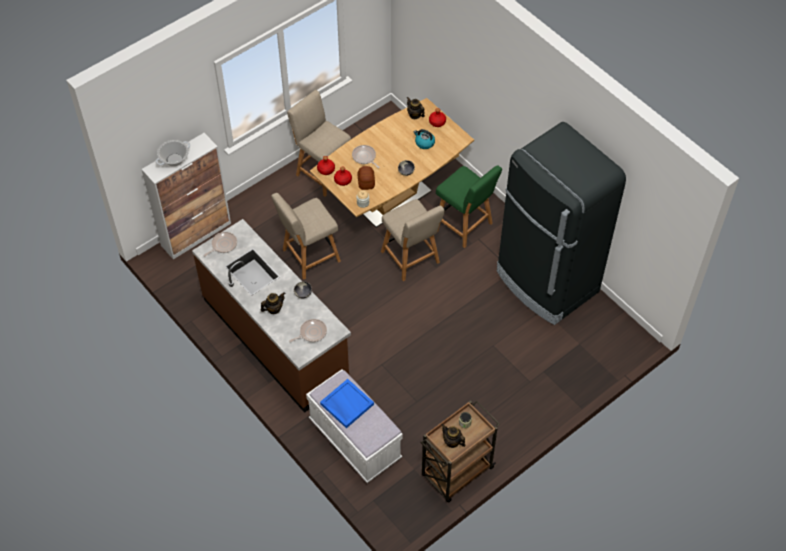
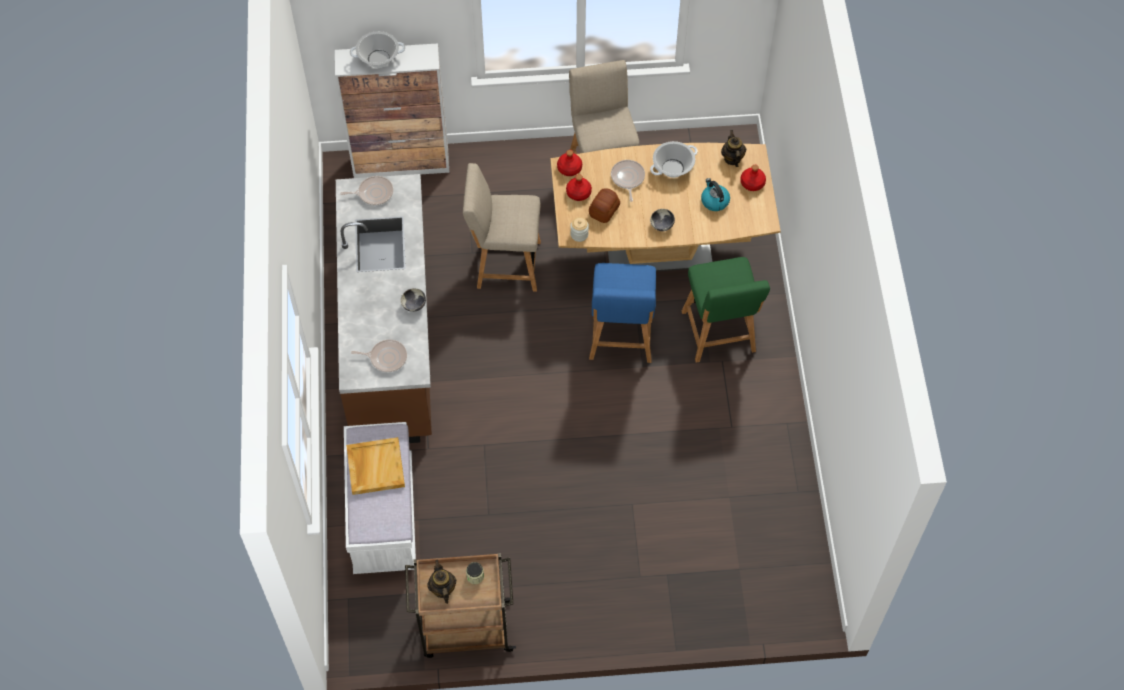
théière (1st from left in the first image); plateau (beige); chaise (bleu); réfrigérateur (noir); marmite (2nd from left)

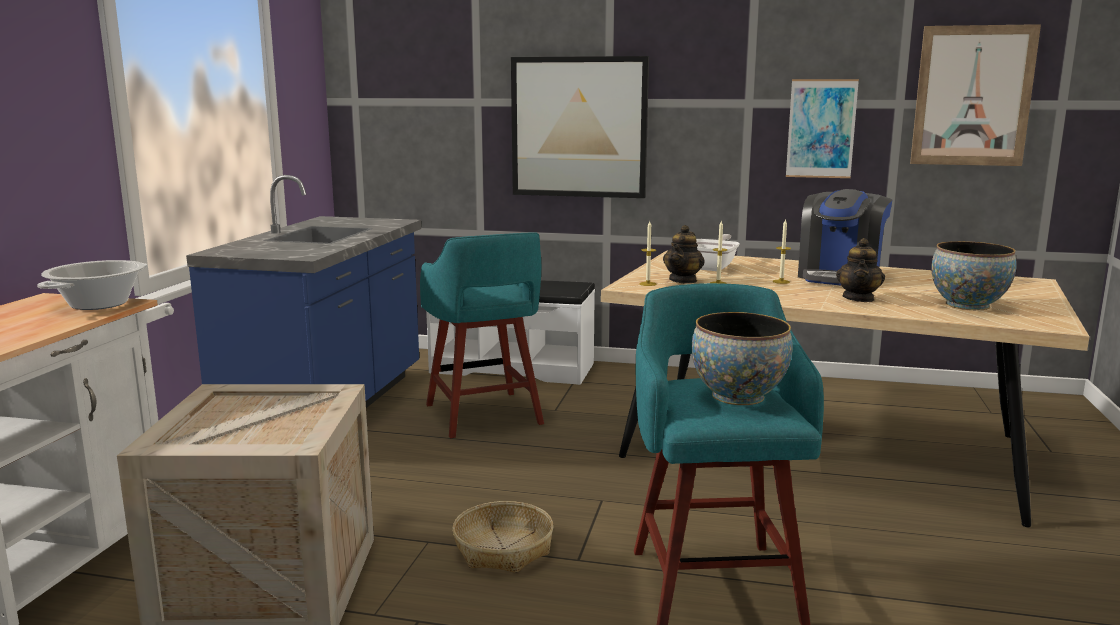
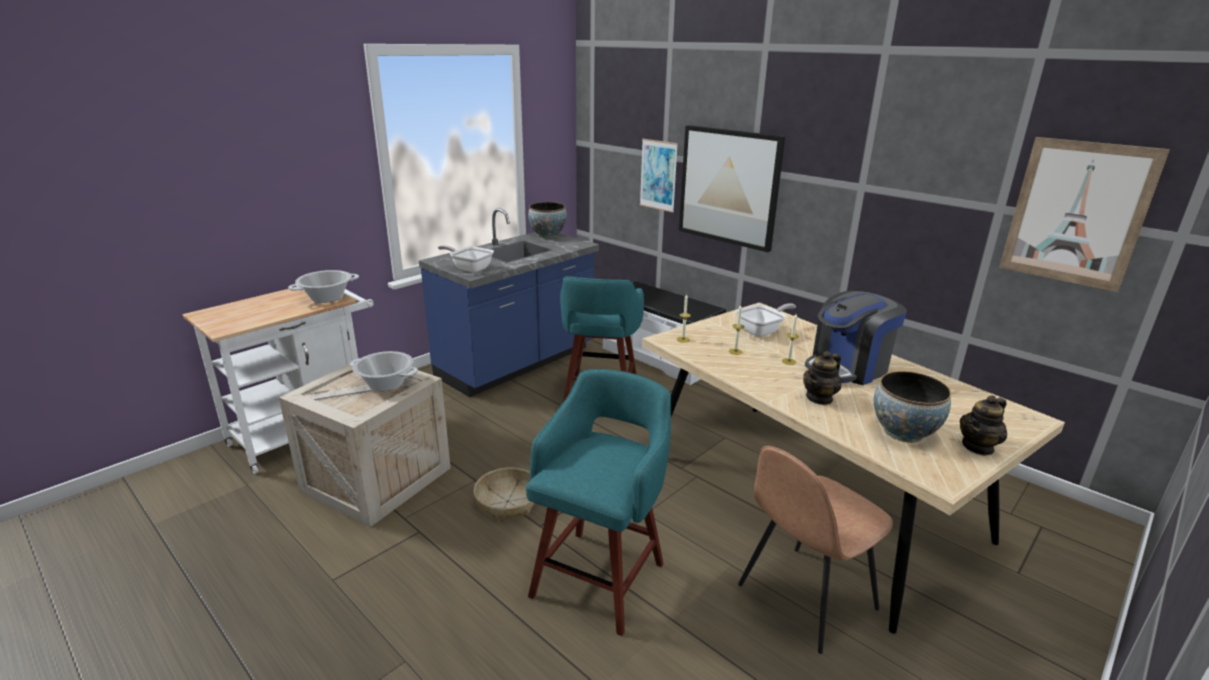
théière (2nd from left); bol (1st from left); tableau (1st from left); marmite (2nd from left); poêle (1st from left); chaise (marron)

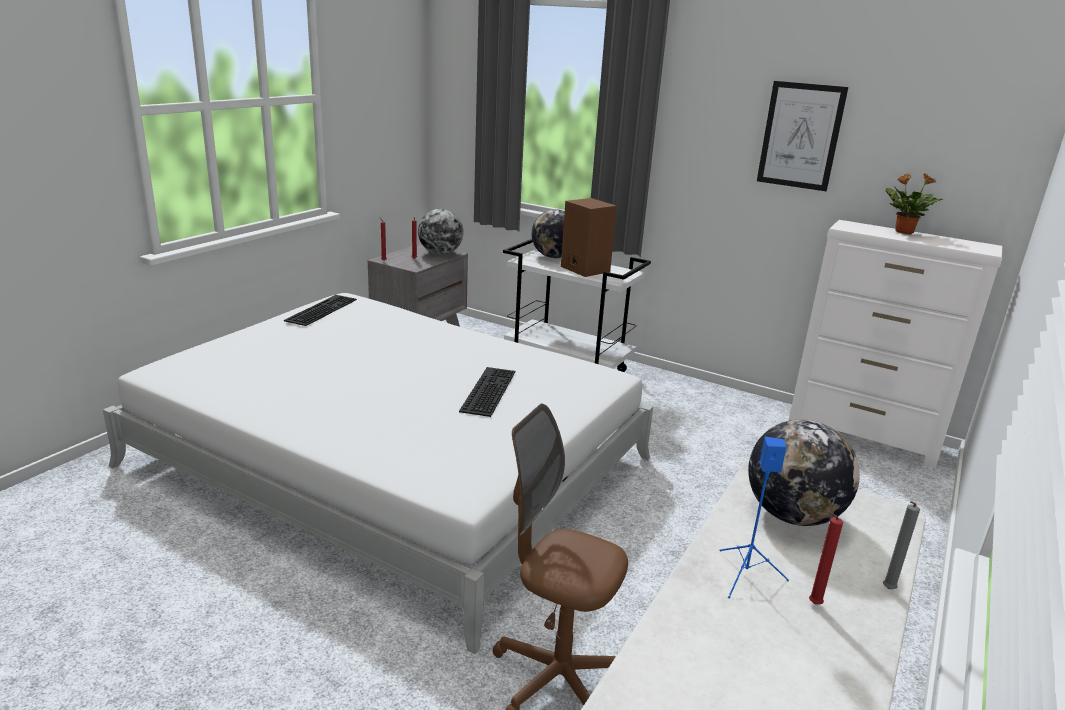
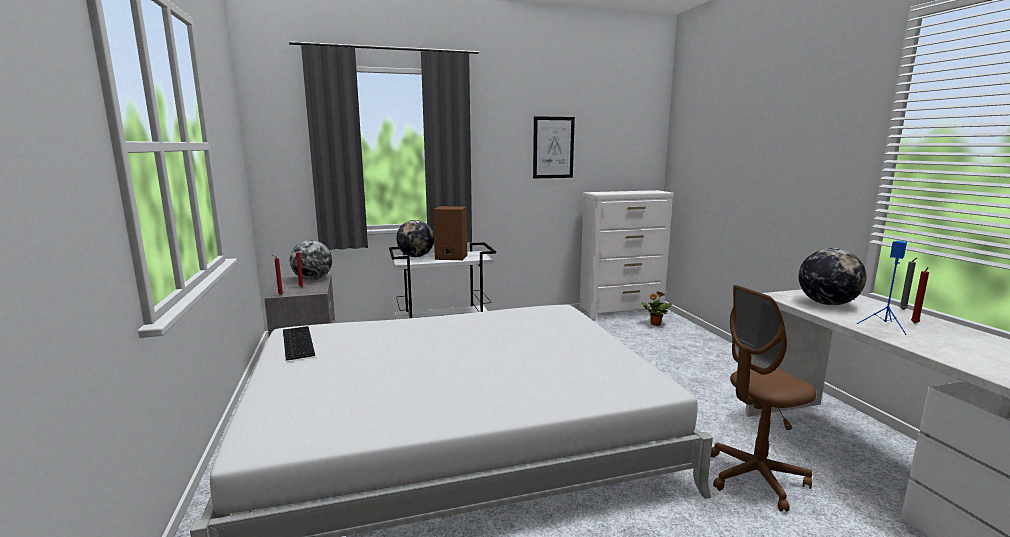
clavier (2nd from left in the first image); plante en pot

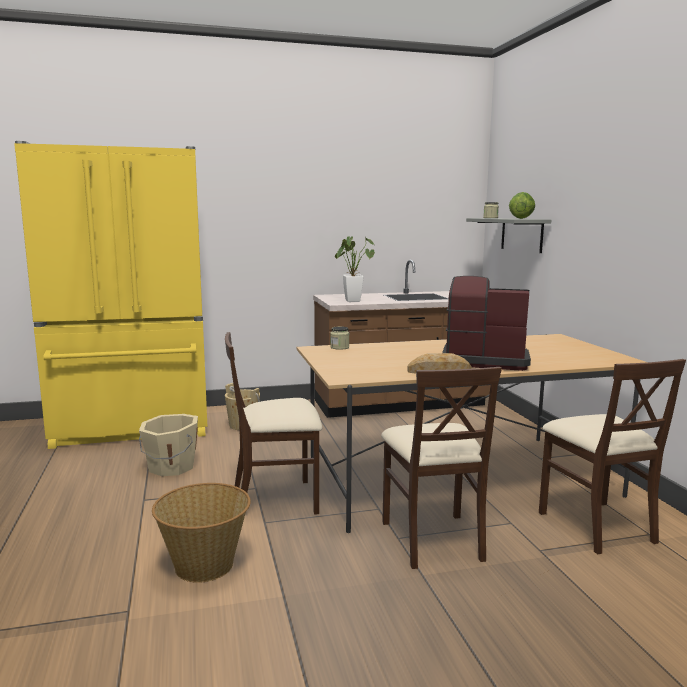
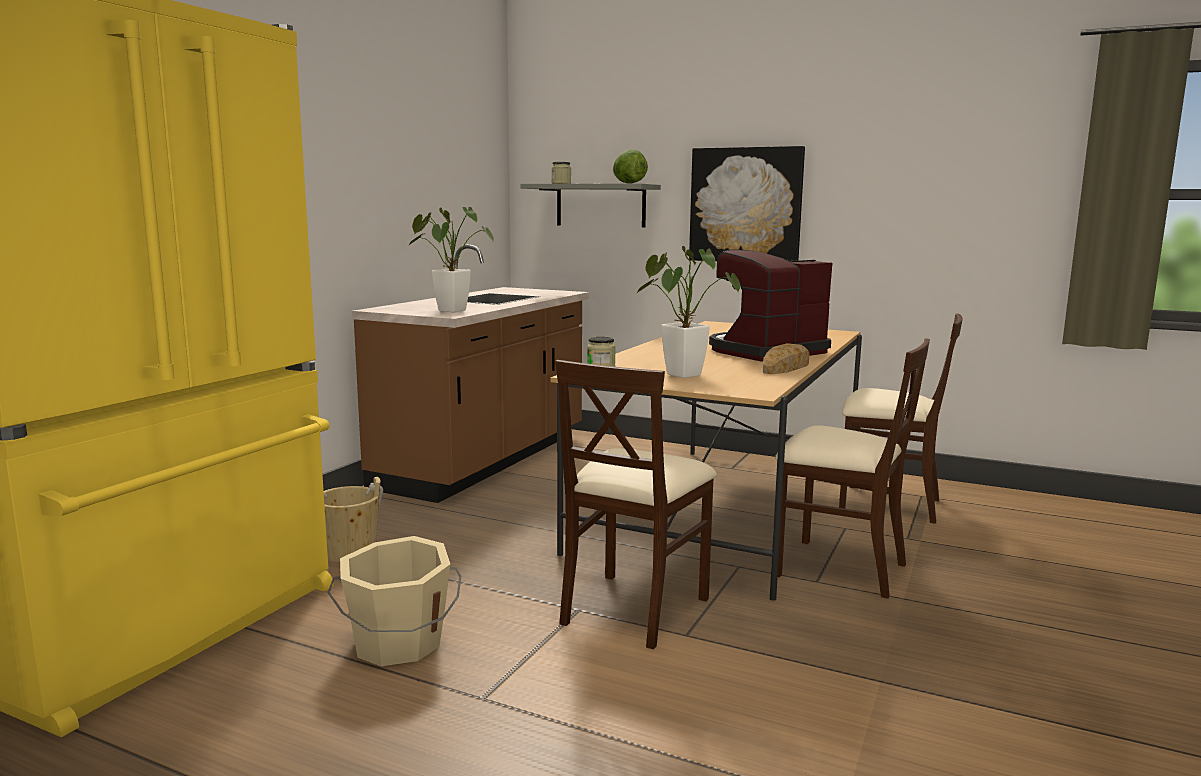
panier; plante en pot (2nd from left); tableau

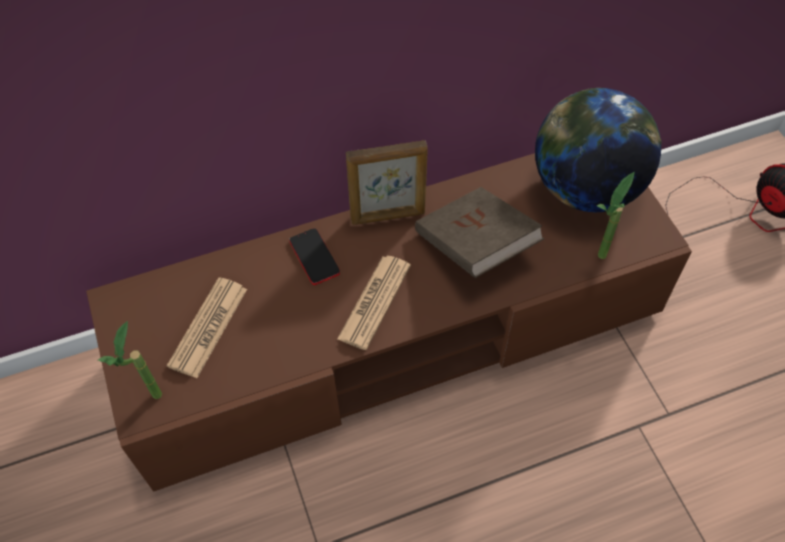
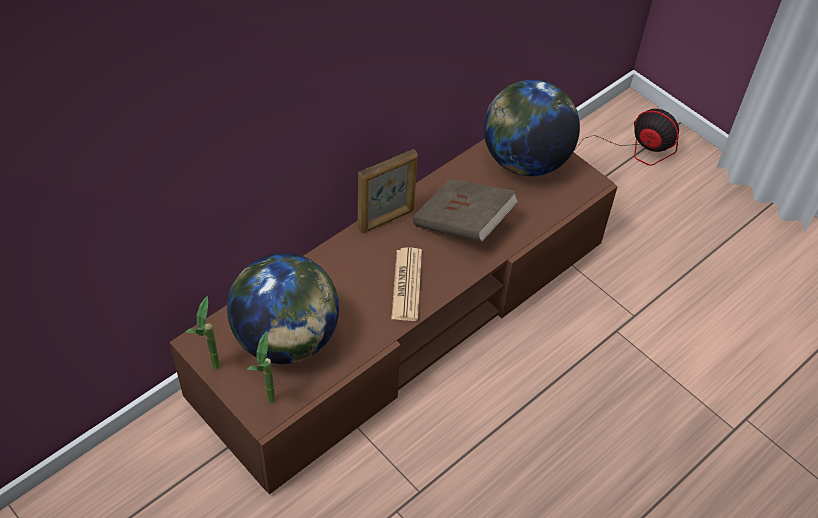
globe (1st from left); téléphone; plante en pot (1st from left)

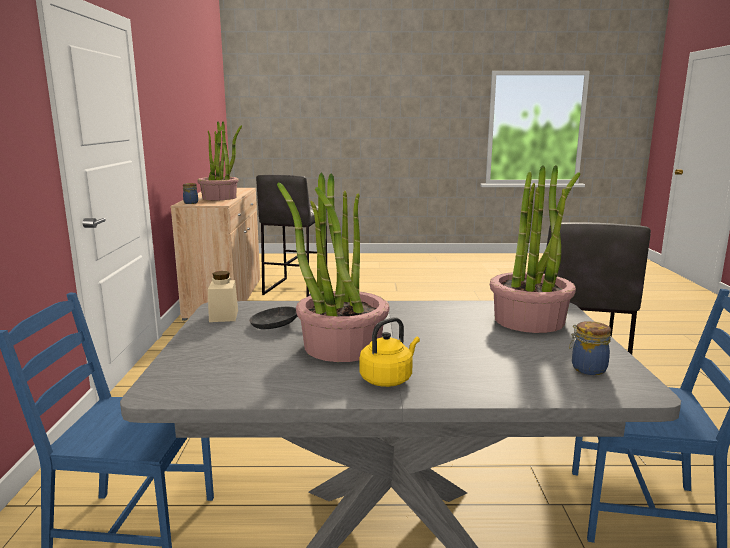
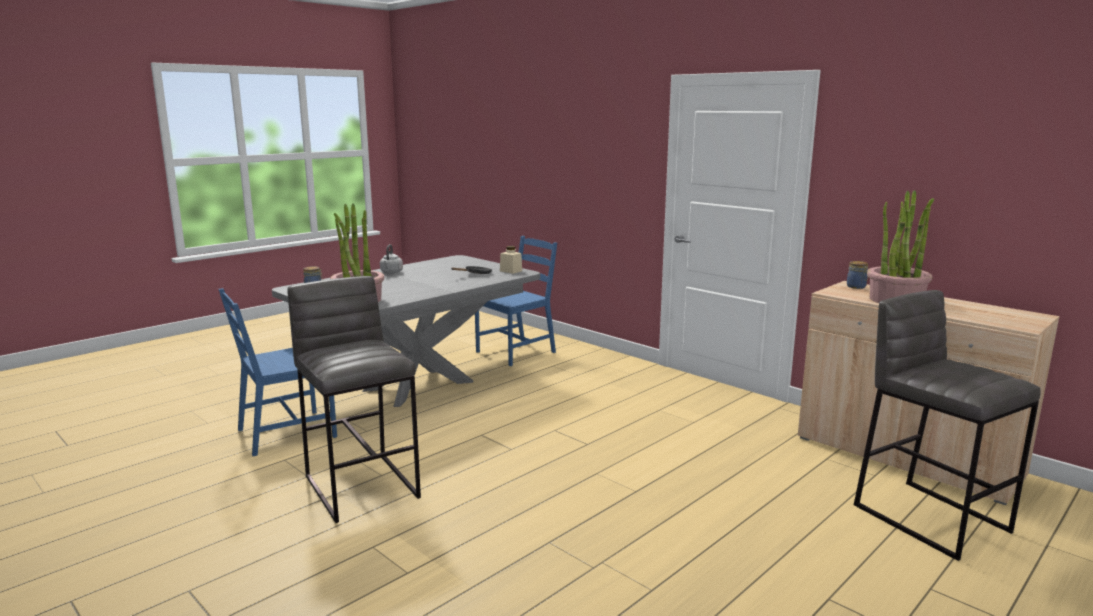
plante en pot (2nd from left in the first image); bouilloire (gris)

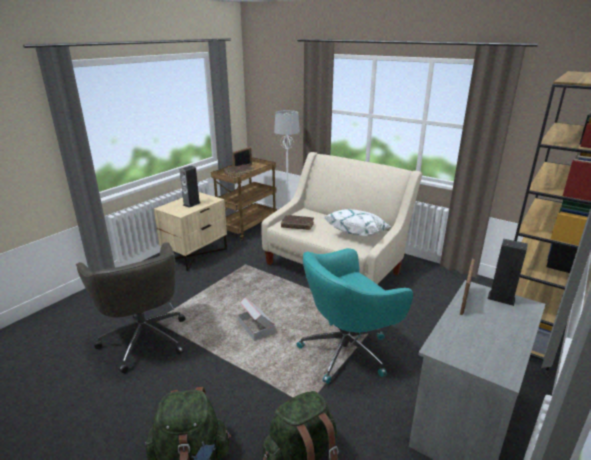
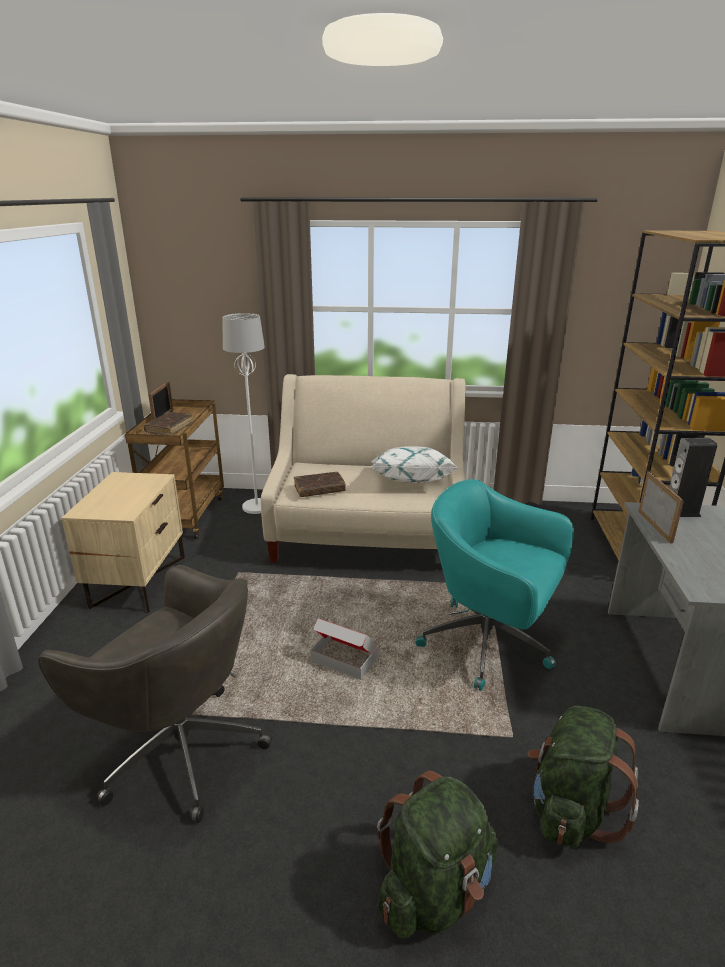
enceinte (1st from left in the first image); chaise de bureau (turquoise)

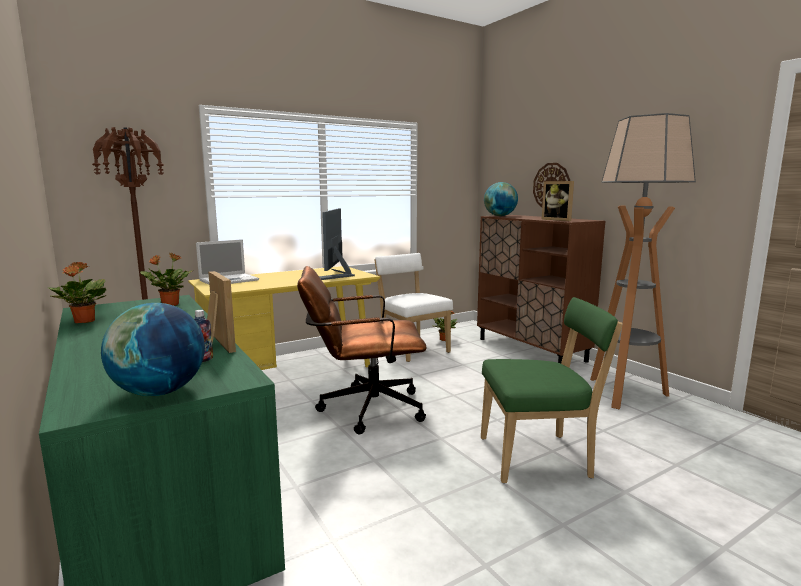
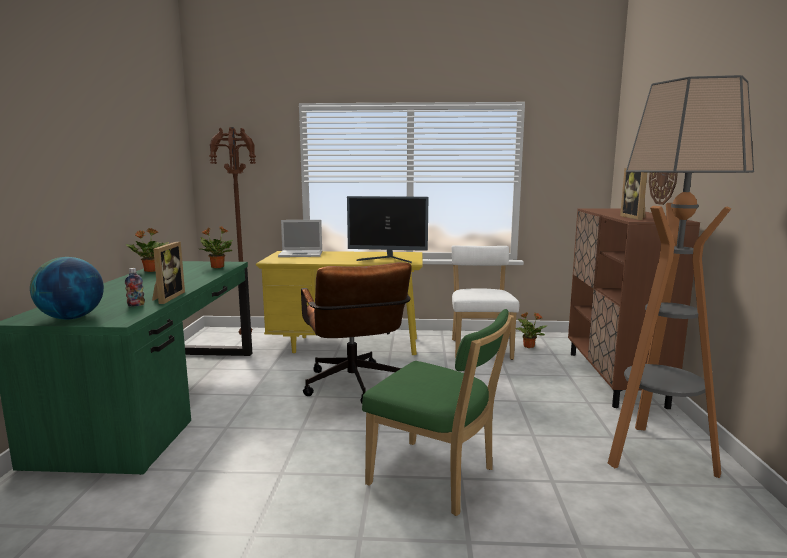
chaise de bureau (marron); écran d'ordinateur; globe (2nd from left in the first image)

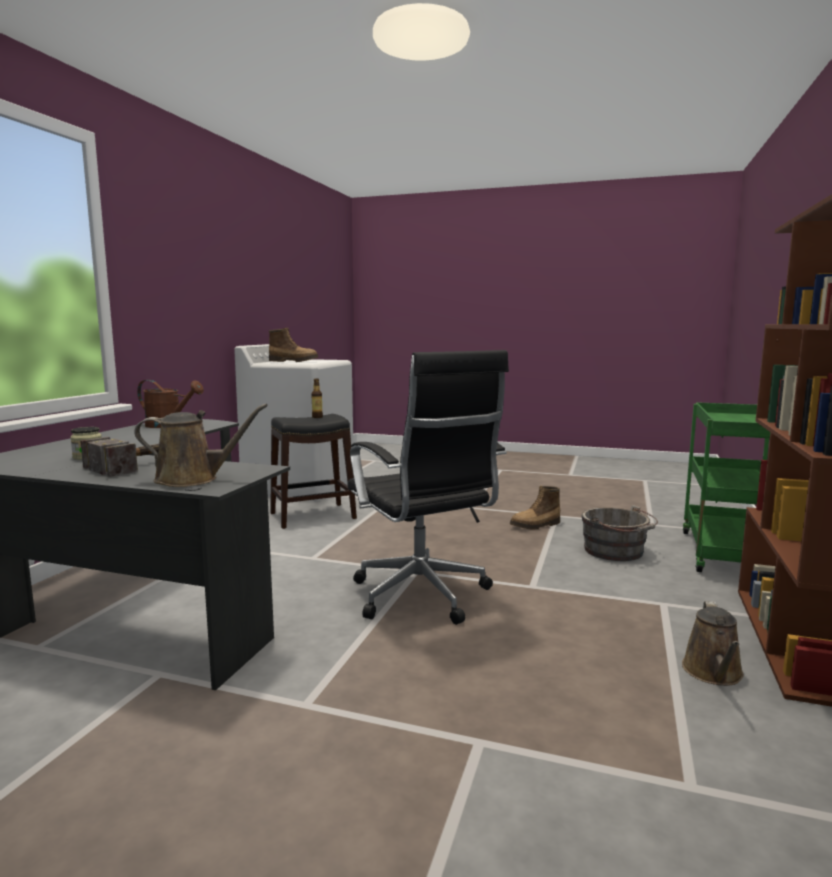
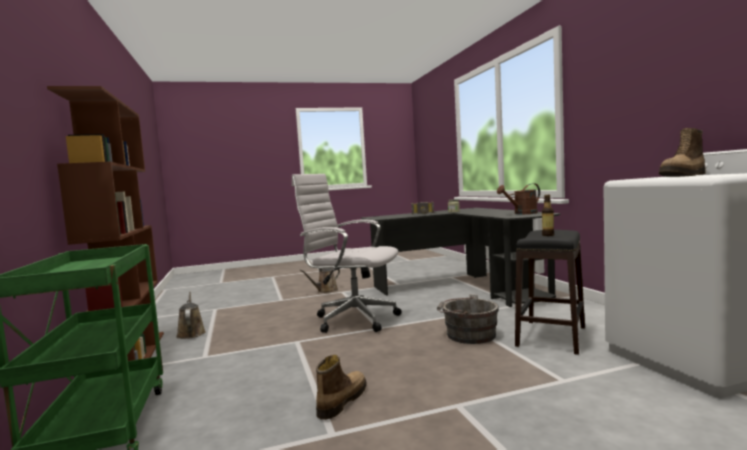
arrosoir (marron) (2nd from left); chaise de bureau (blanc); seau (gris)

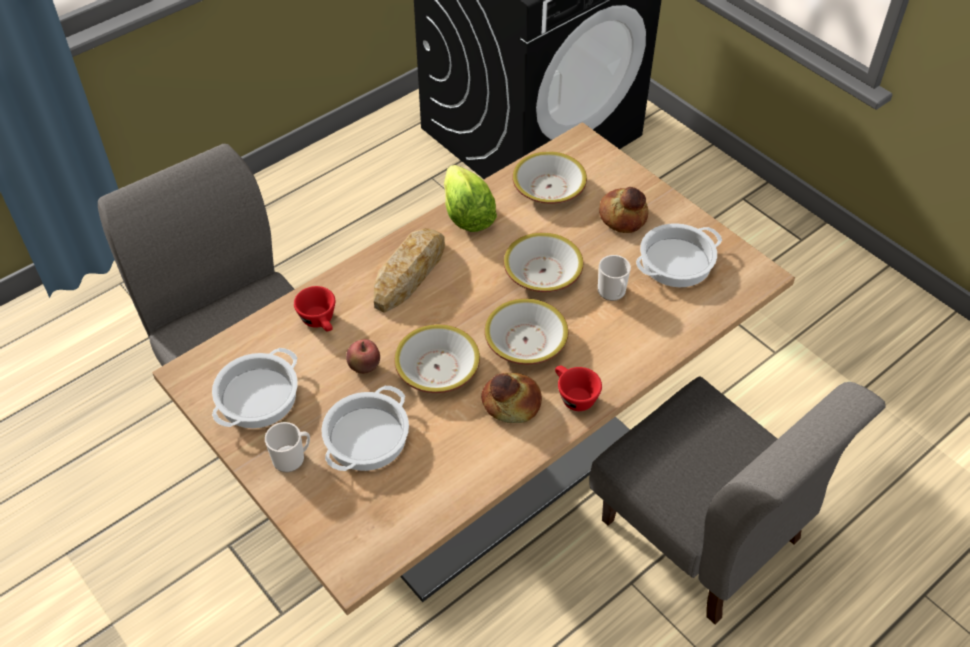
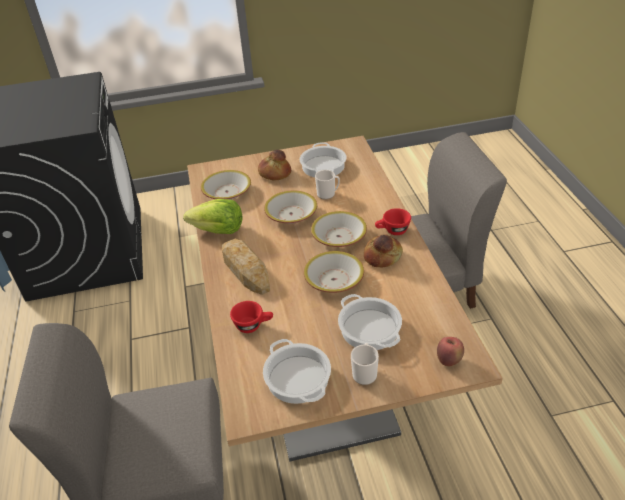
pomme

